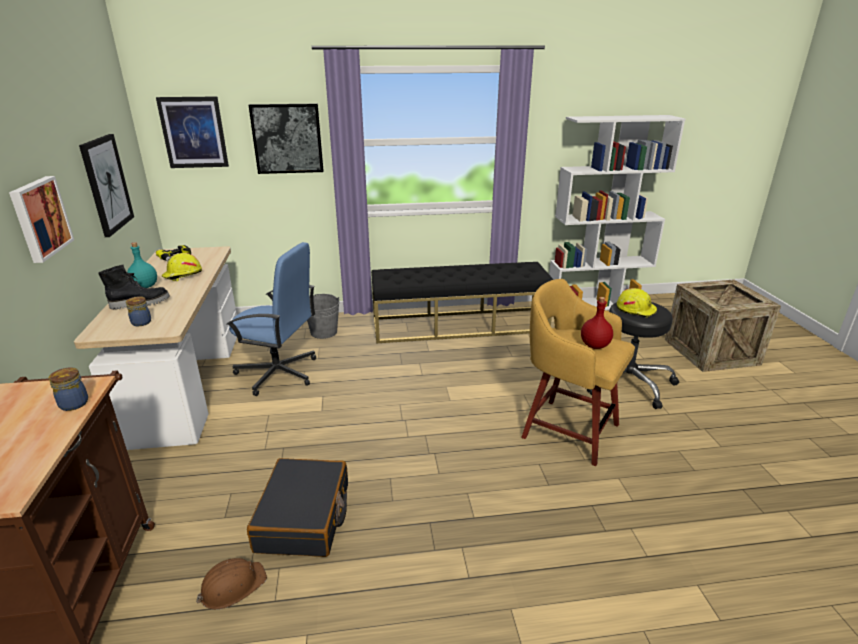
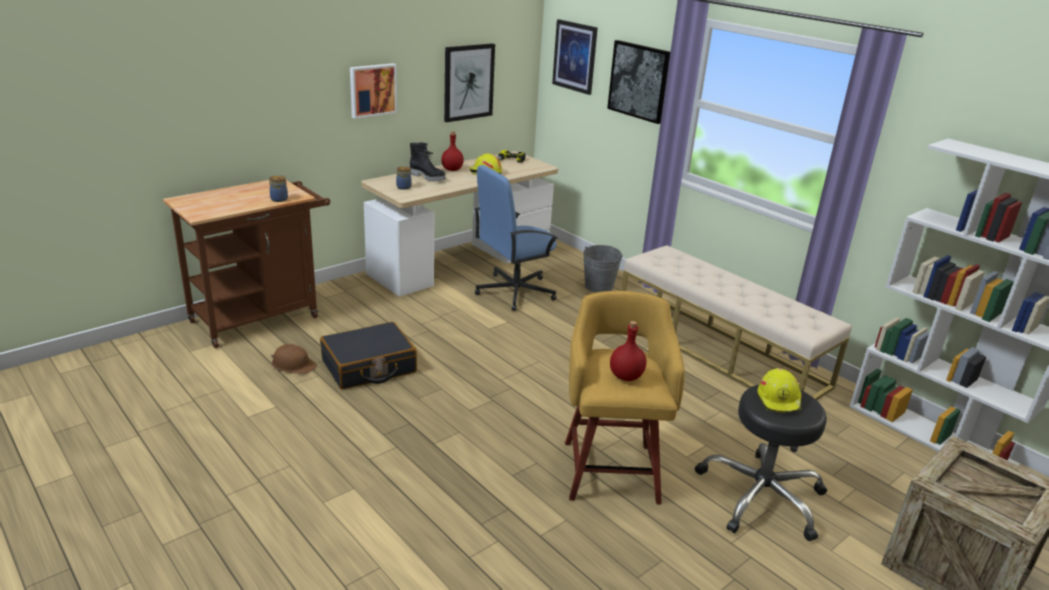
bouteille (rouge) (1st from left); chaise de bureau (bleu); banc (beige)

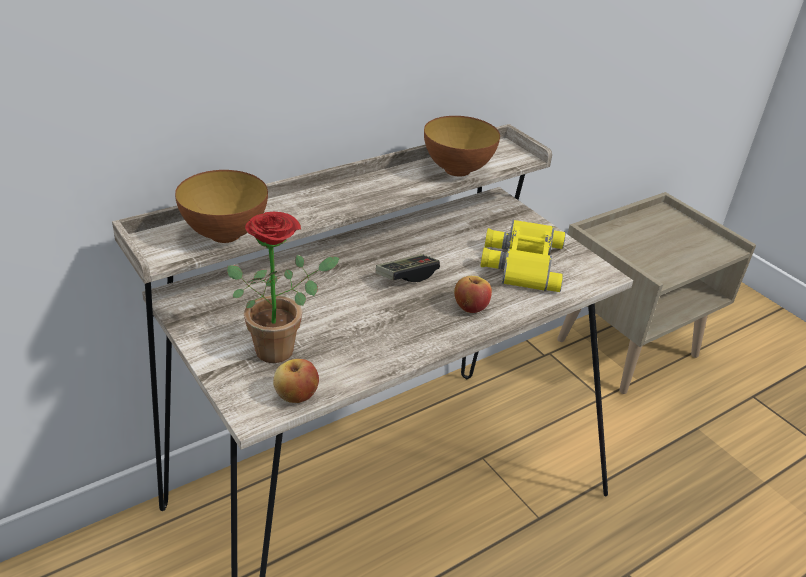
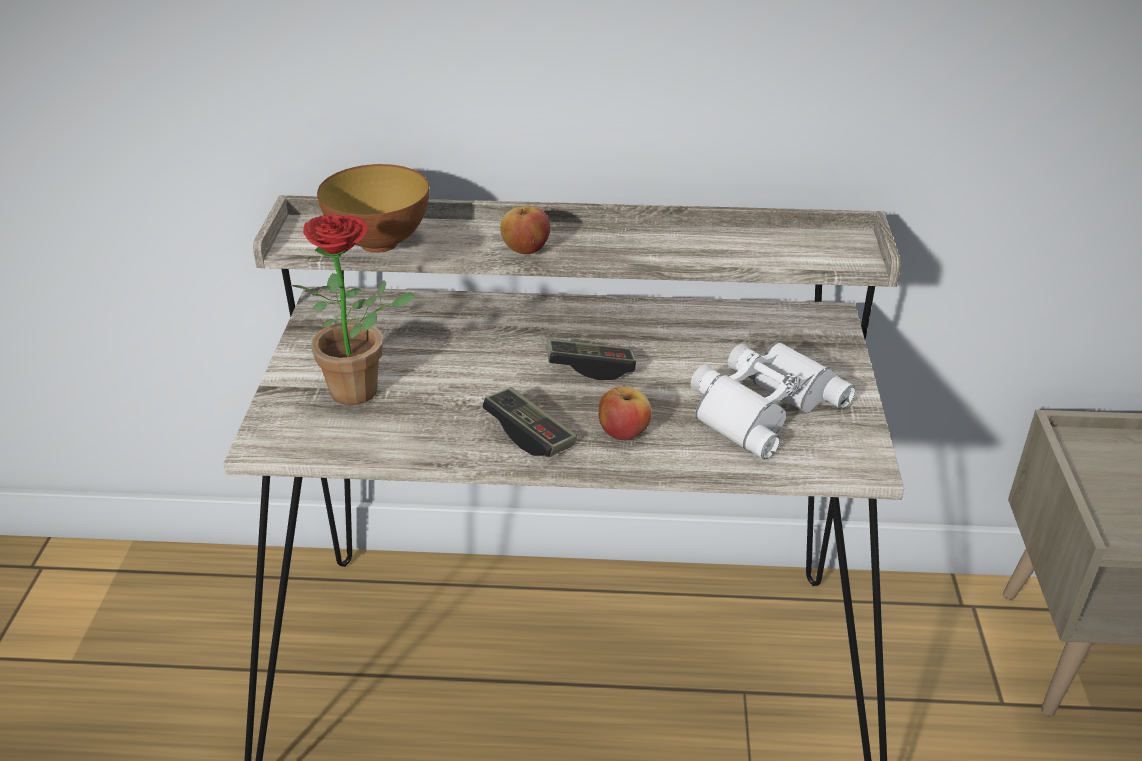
pomme (1st from left); bol (2nd from left in the first image); jumelles (blanc); manette (1st from left)

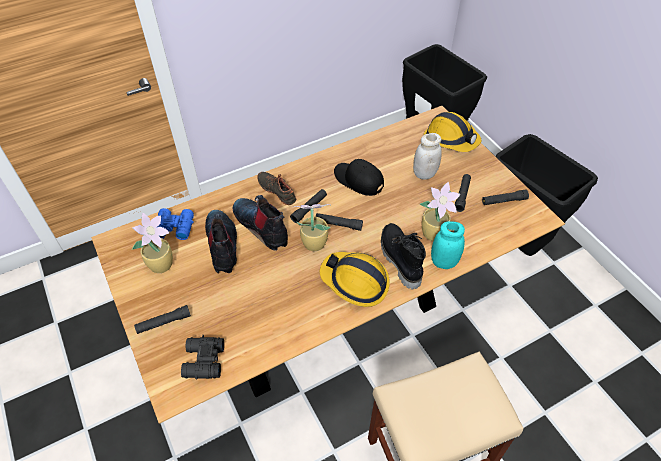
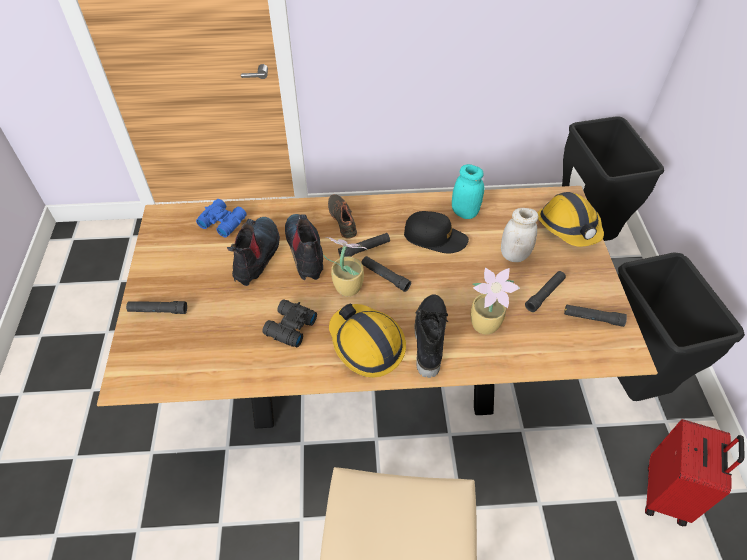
plante en pot (1st from left in the first image); jumelles (noir); casquette (noir); bocal (turquoise); valise (rouge)

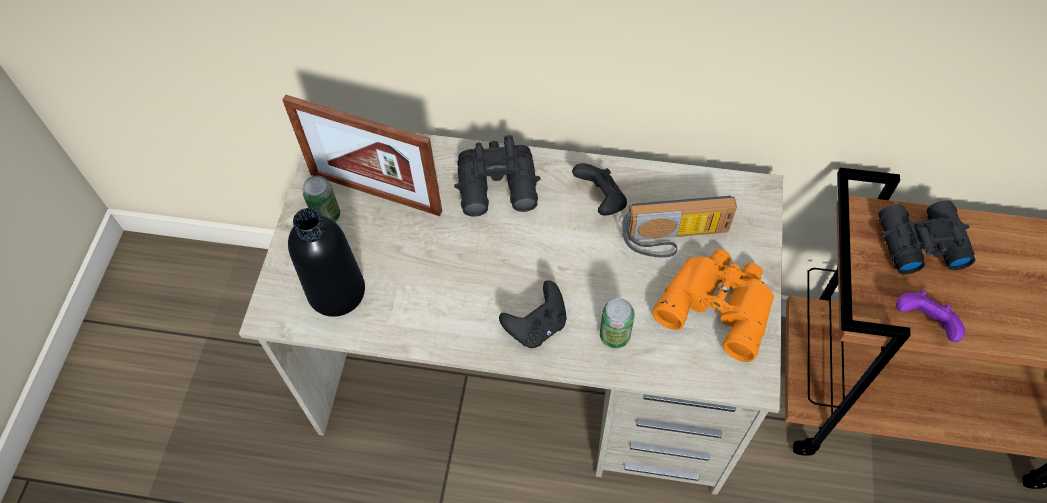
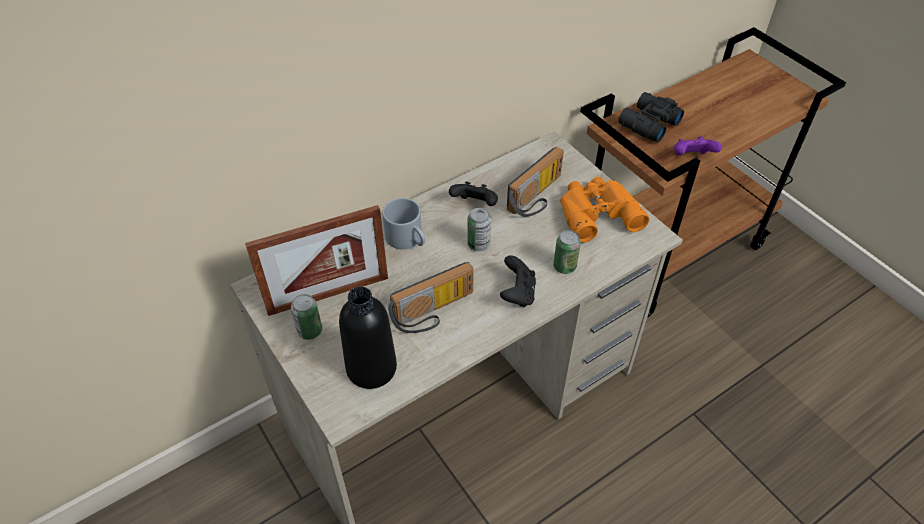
mug (gris); radio (1st from left); boîte métallique (2nd from left)

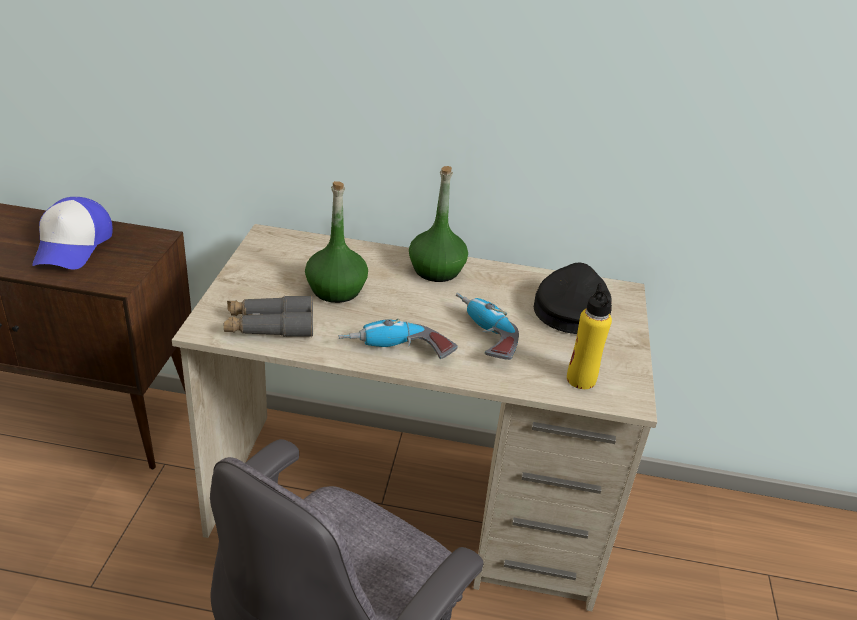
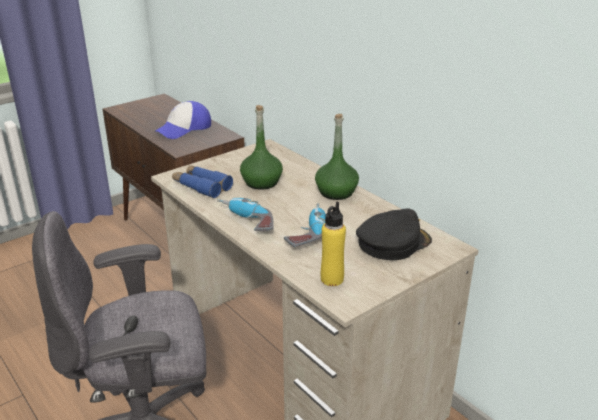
jumelles (bleu)

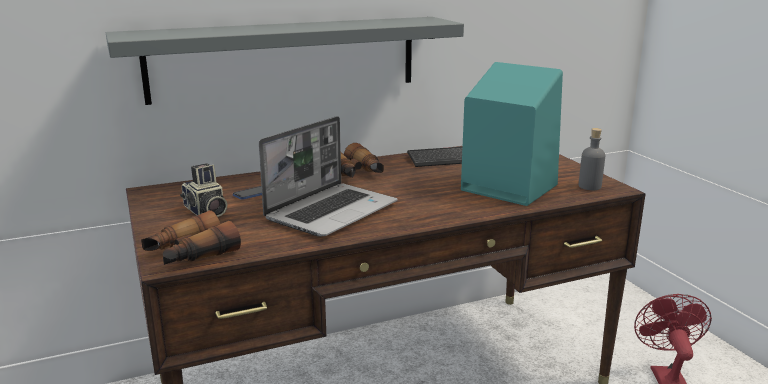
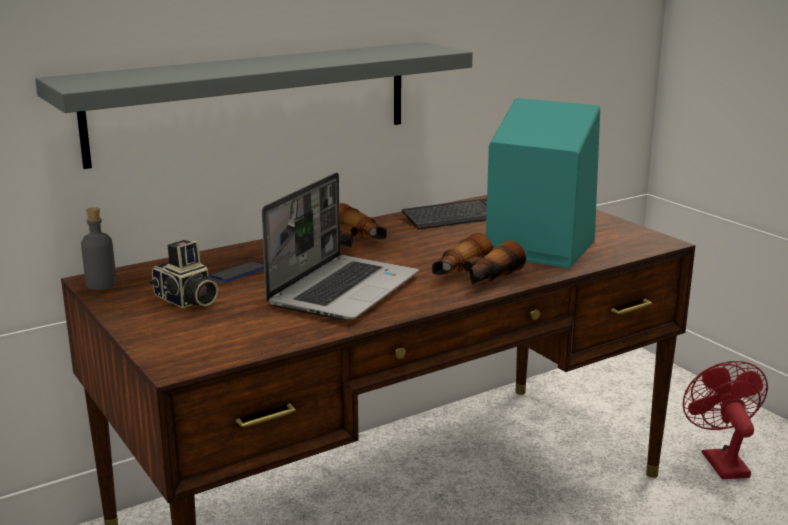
jumelles (2nd from left); bouteille (gris)

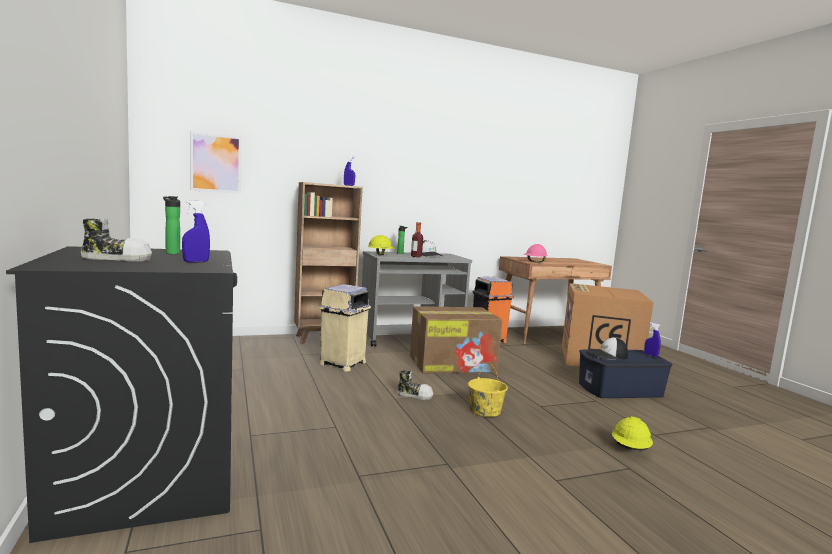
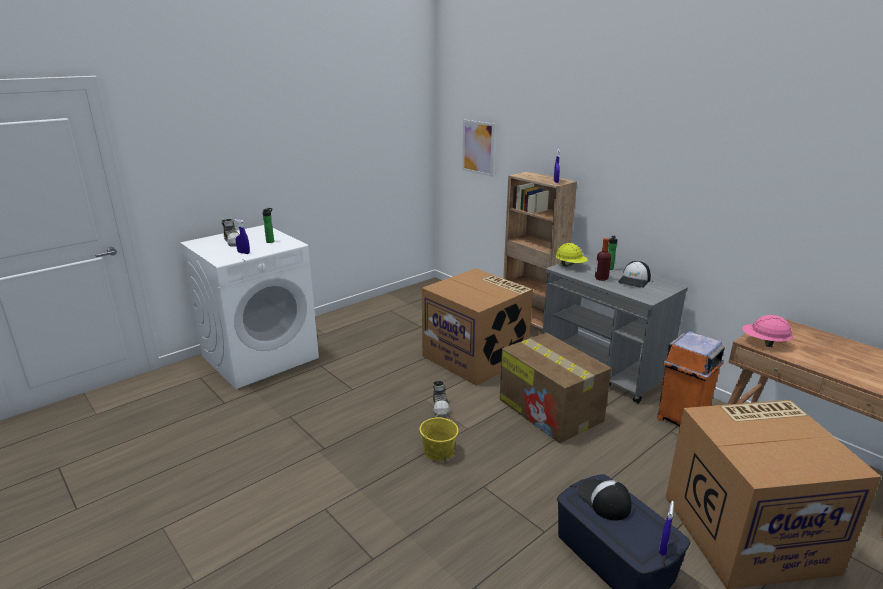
lave-linge (blanc); carton (1st from left); casque de chantier (jaune) (2nd from left in the first image)

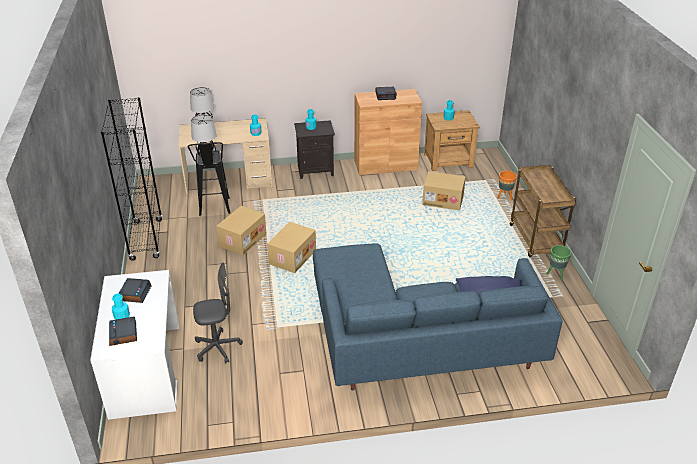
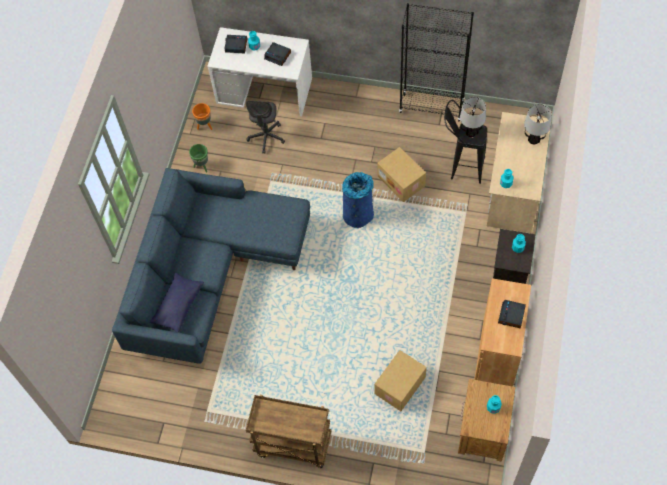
poubelle (bleu); cache-pot (orange); cache-pot (vert)

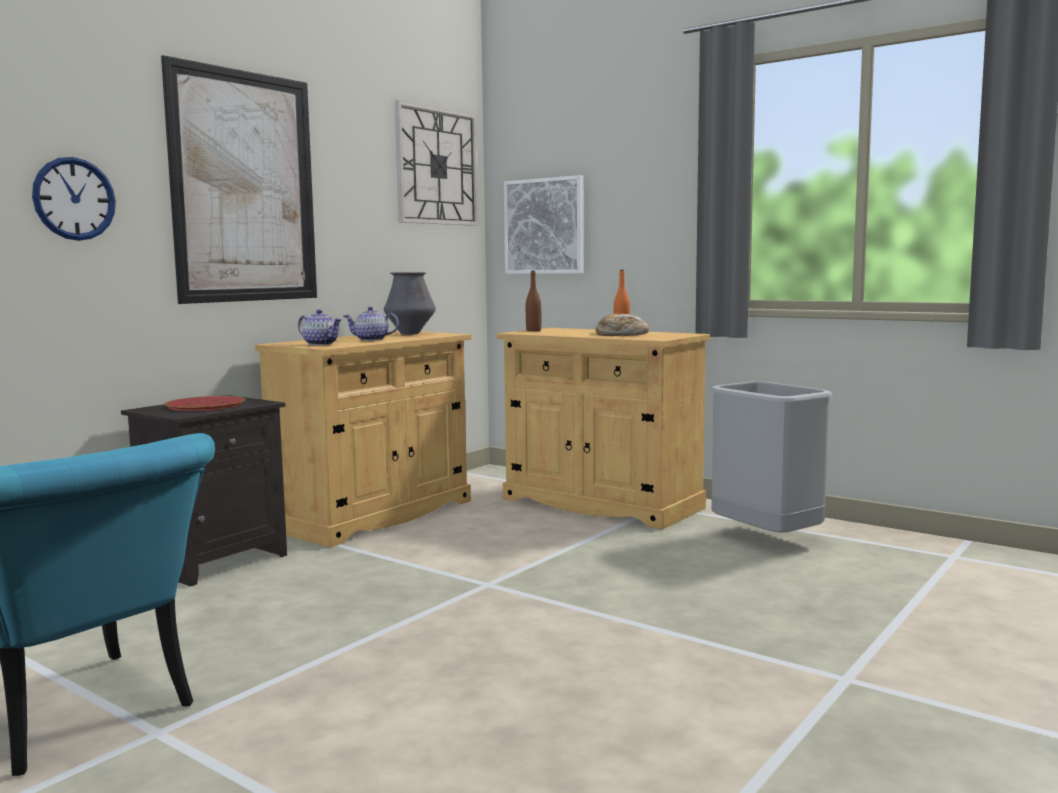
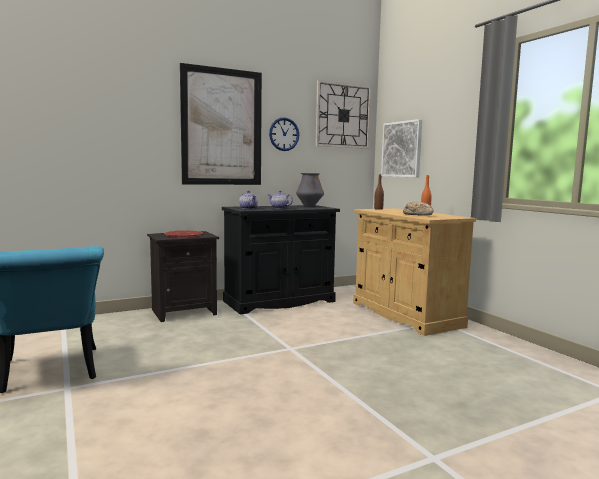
horloge murale (1st from left); meuble de rangement (noir); poubelle (gris)

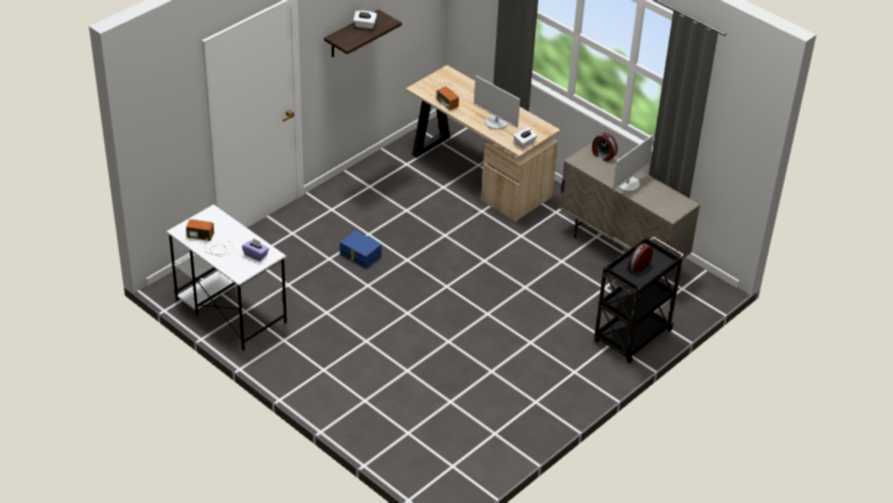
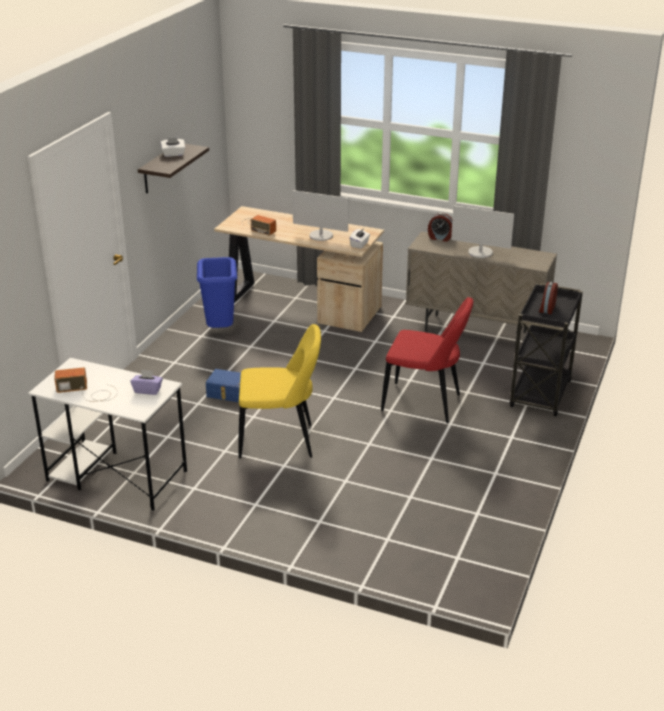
écran d'ordinateur (2nd from left); poubelle (bleu); chaise (jaune); chaise (rouge)

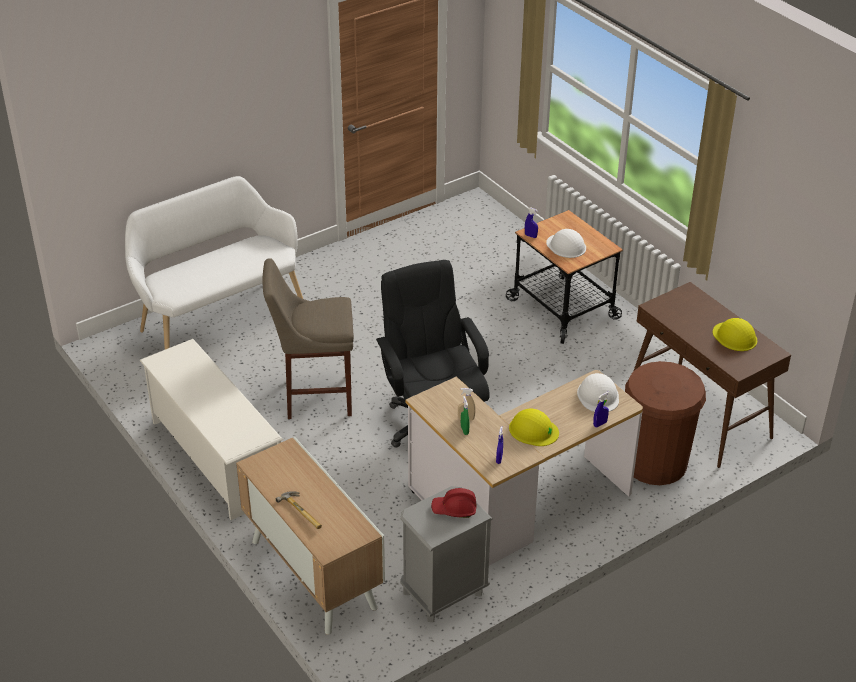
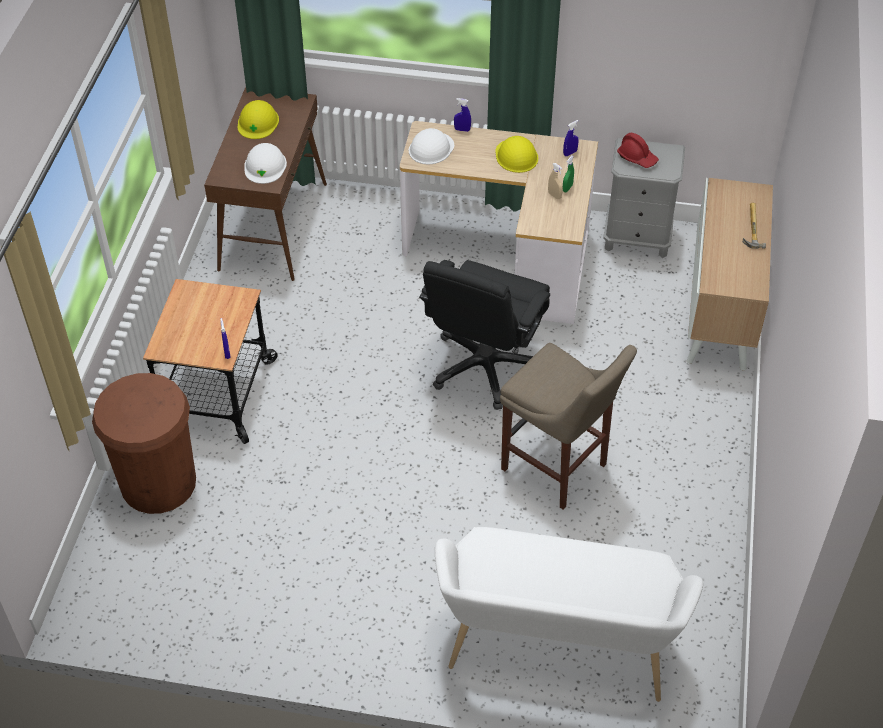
étagère à chaussures (blanc); casque de chantier (blanc) (1st from left); poubelle (marron)

